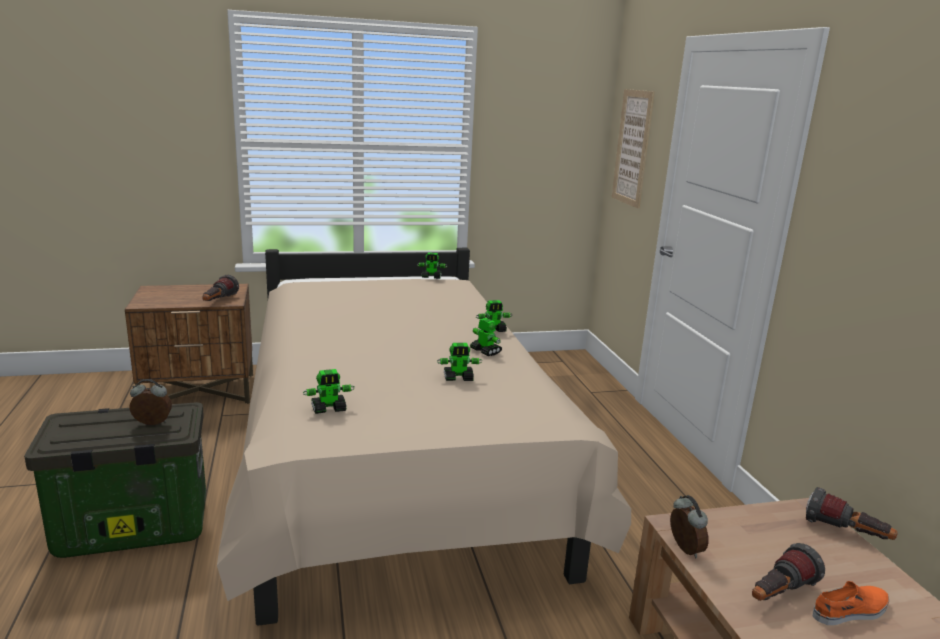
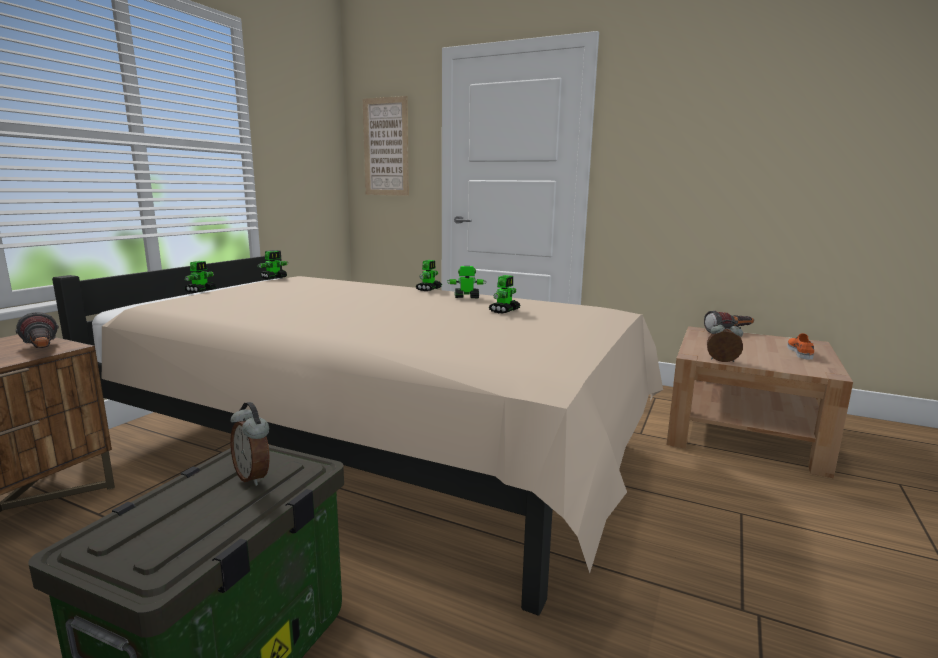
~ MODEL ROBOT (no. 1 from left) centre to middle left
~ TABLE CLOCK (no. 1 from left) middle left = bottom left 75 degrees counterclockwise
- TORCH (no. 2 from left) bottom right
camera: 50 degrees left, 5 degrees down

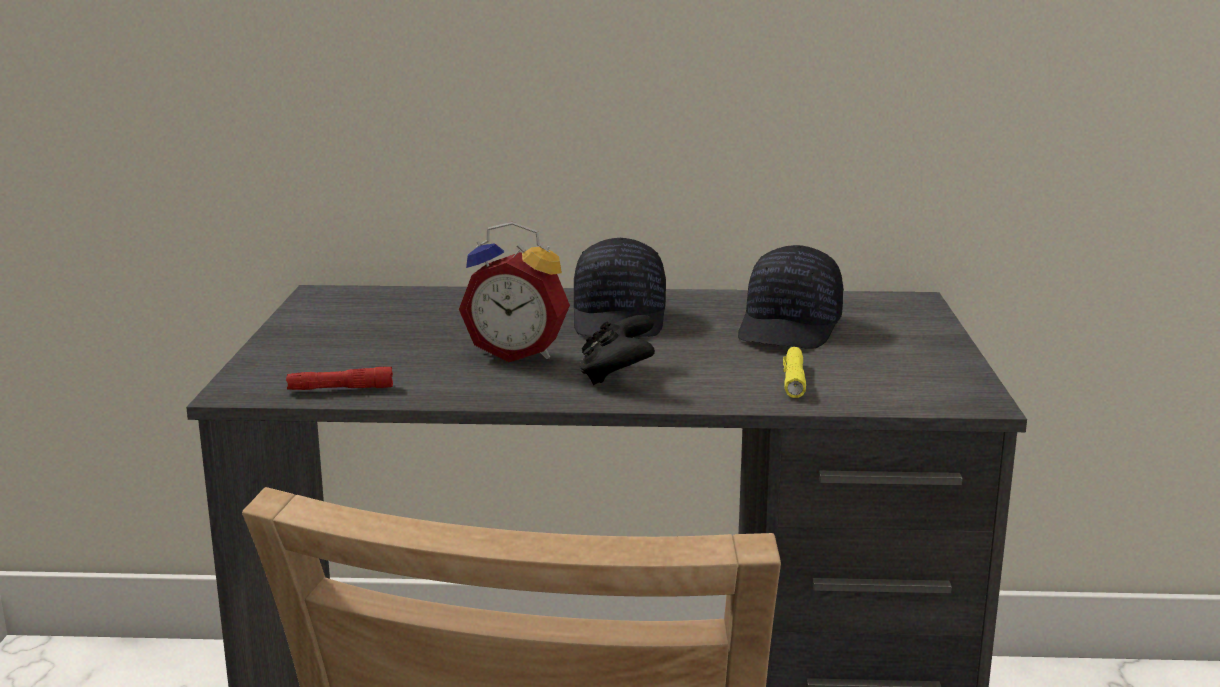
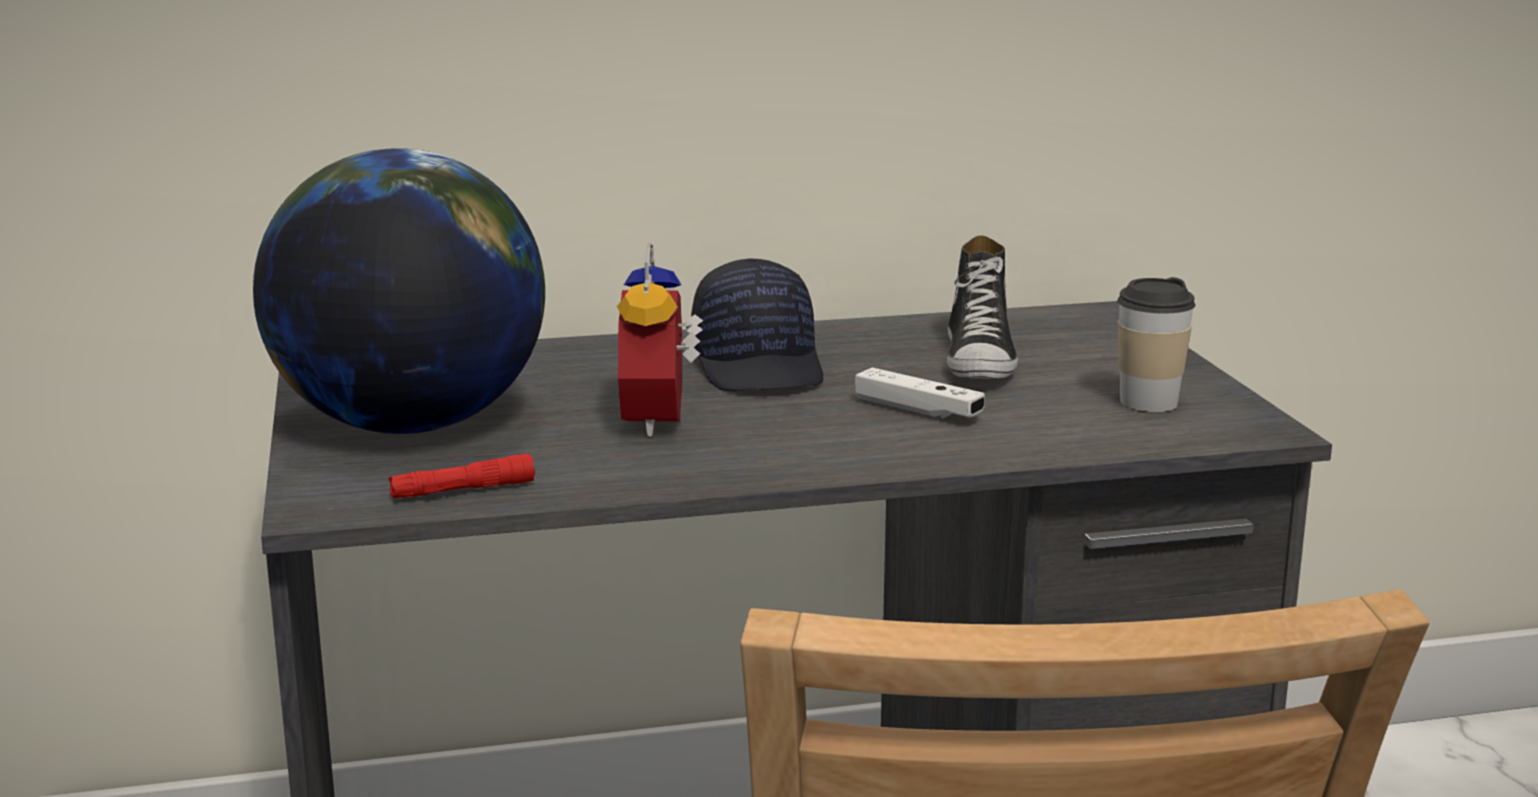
~ TABLE CLOCK centre = centre 90 degrees clockwise
~ BLACK CAP (no. 2 from left) centre to ITEM OF FOOTWEAR centre
- BLACK GAME CONTROLLER centre
- YELLOW TORCH centre
+ GLOBE middle left
+ SMALL CUP middle right
+ WHITE-COLOURED GAME CONTROLLER centre
camera: 15 degrees left, 0 degrees up

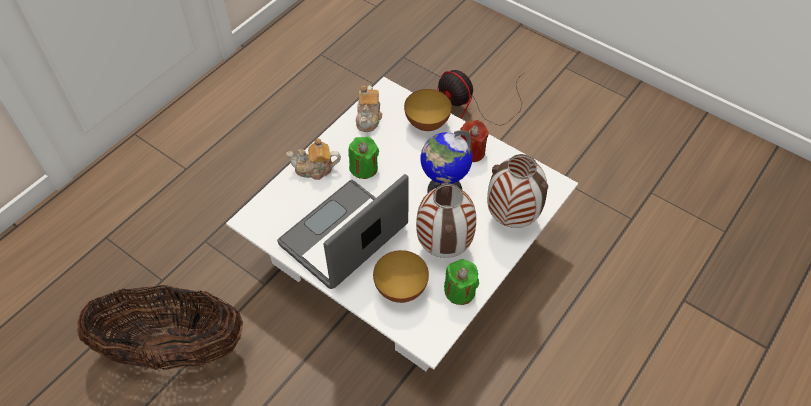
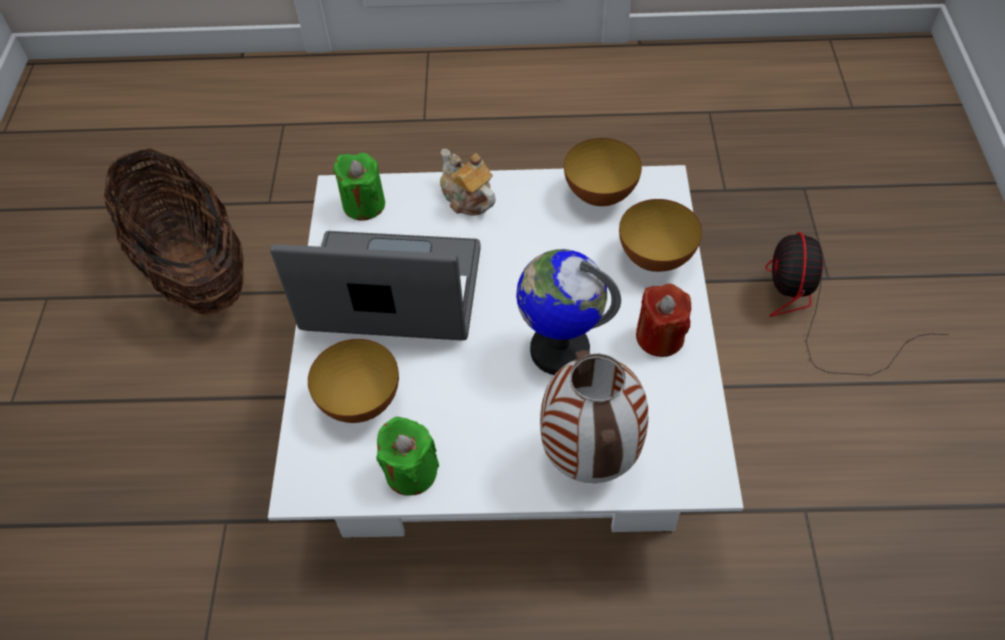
~ POT FOR TEA (no. 2 from left) top centre to BOWL (no. 2 from left) top centre
~ GREEN WAX LIGHT (no. 1 from left) centre to top centre
- DECORATIVE VASE (no. 1 from left) centre
camera: 55 degrees right, 0 degrees up

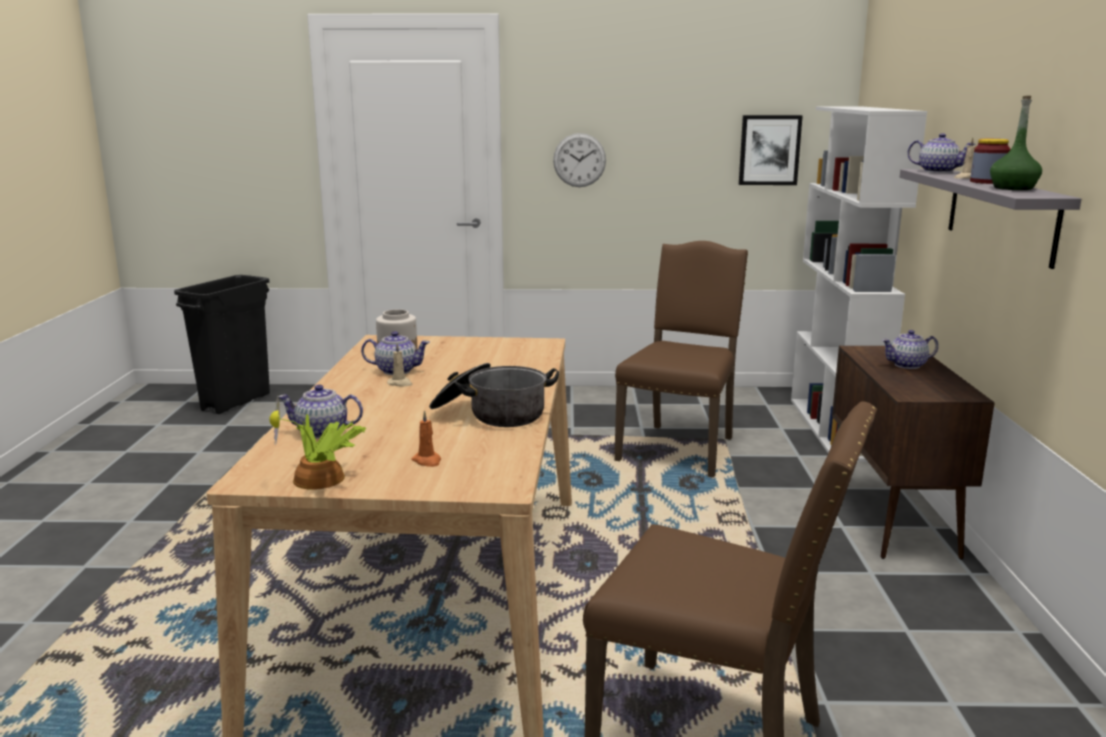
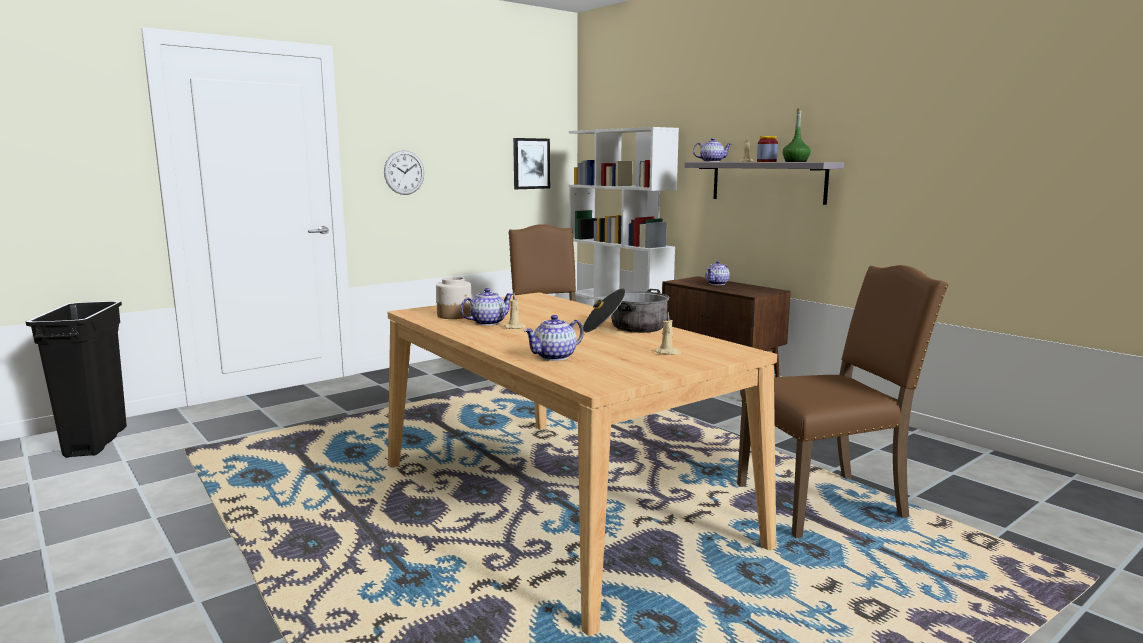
- HOUSEPLANT middle left
~ ORANGE WAX LIGHT centre to SAND-COLOURED WAX LIGHT (no. 2 from left) centre
camera: 40 degrees left, 5 degrees down

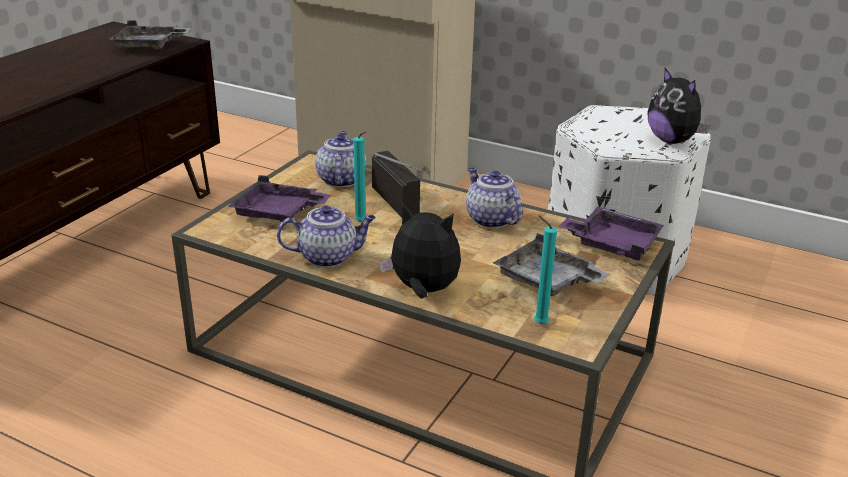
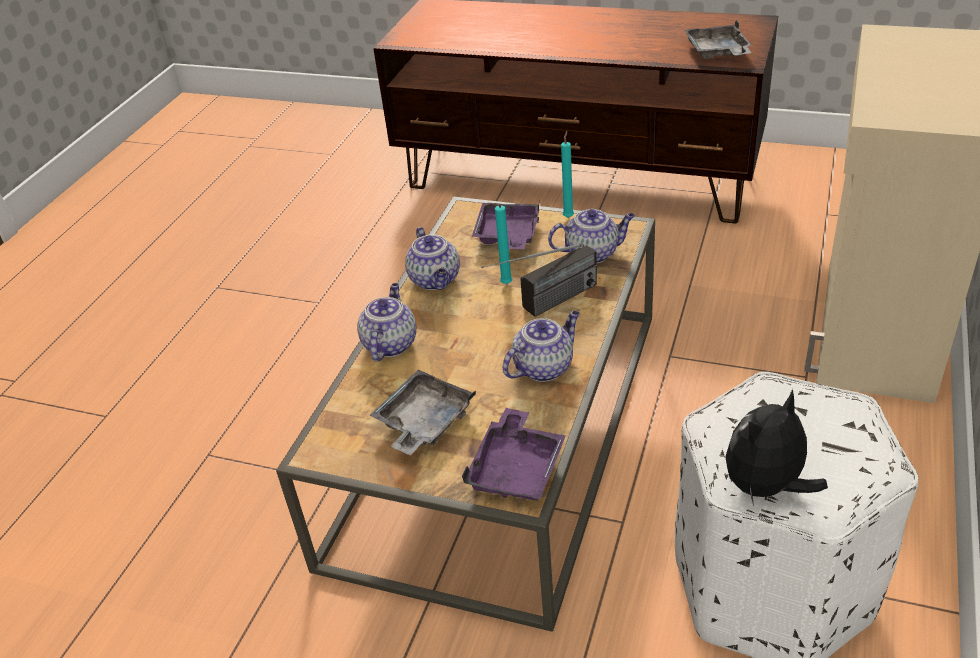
~ SOFT TOY (no. 1 from left) centre to POT FOR TEA (no. 1 from left) centre
~ BLUE-GREEN WAX LIGHT (no. 2 from left) centre to top centre
camera: 85 degrees right, 10 degrees up

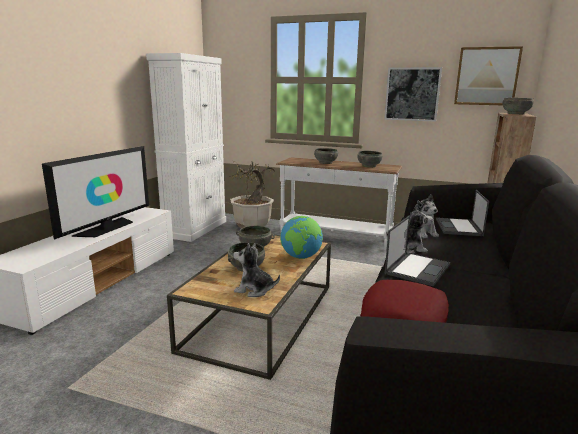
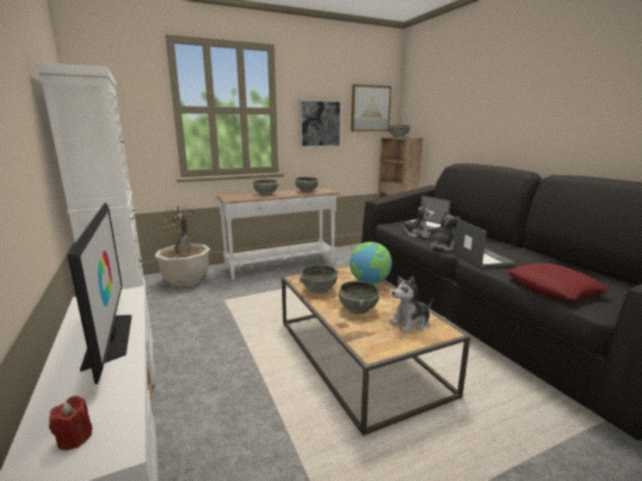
+ RED WAX LIGHT bottom left
camera: 45 degrees left, 0 degrees up

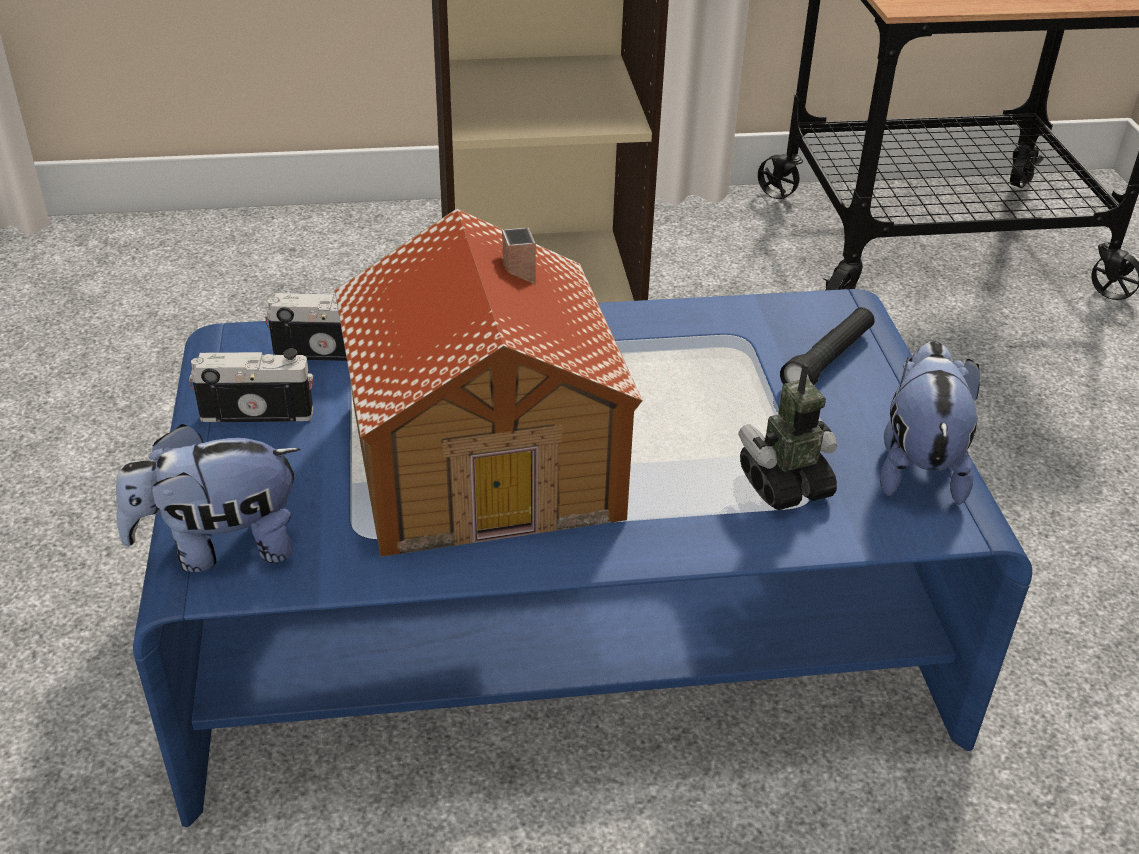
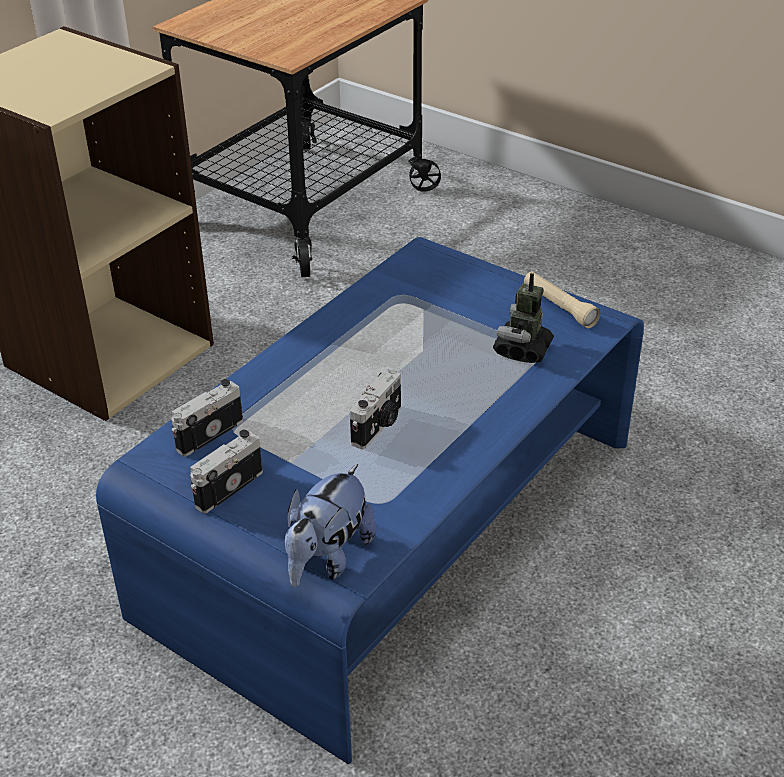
~ MODEL HOUSE centre to PHOTO CAMERA (no. 3 from left) centre
- BLACK TORCH middle right
~ SOFT TOY (no. 2 from left) middle right to SAND-COLOURED TORCH middle right
camera: 45 degrees left, 0 degrees up

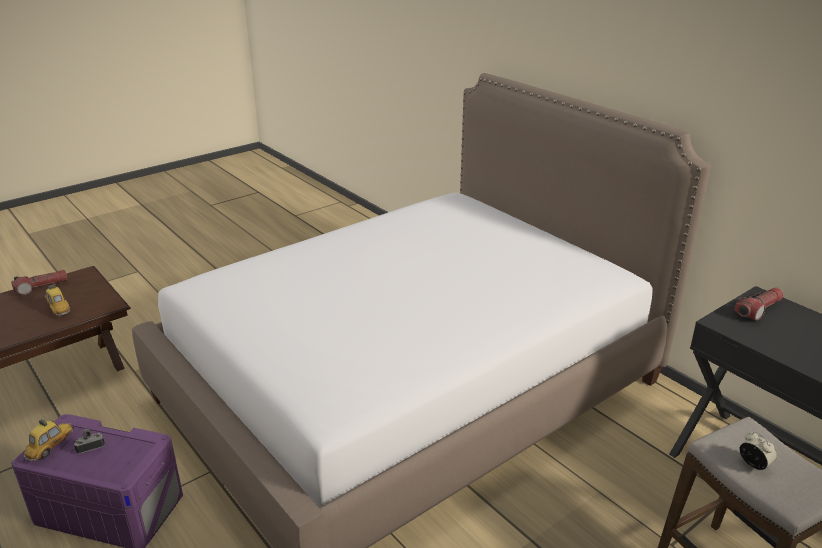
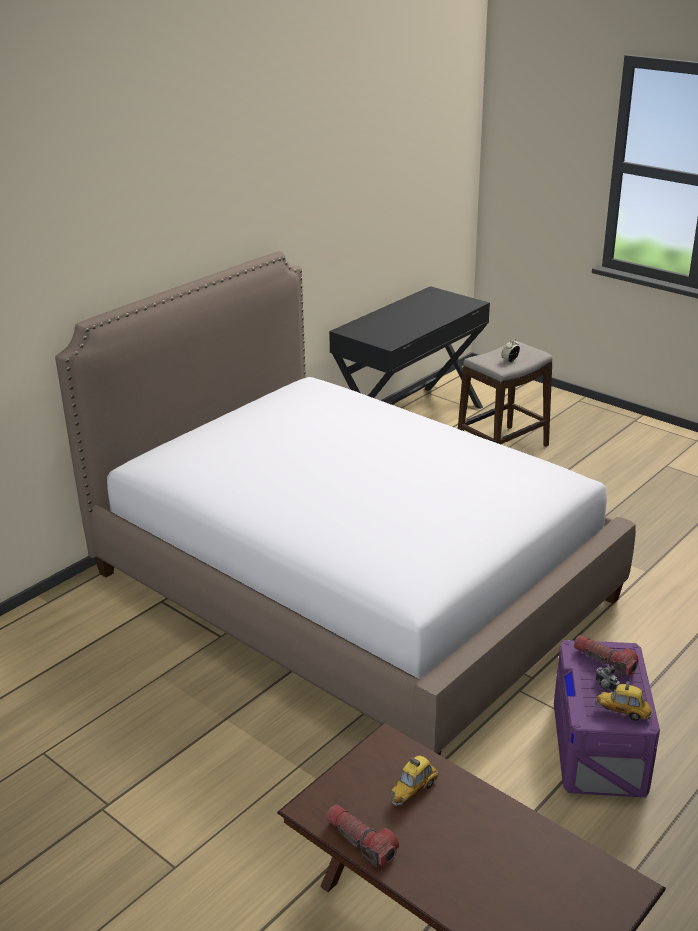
~ TORCH (no. 2 from left) middle right to bottom right
camera: 100 degrees left, 0 degrees up

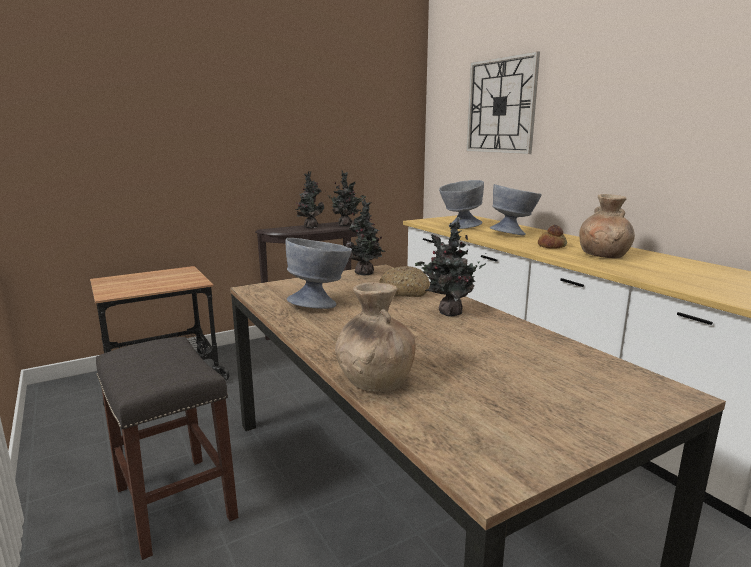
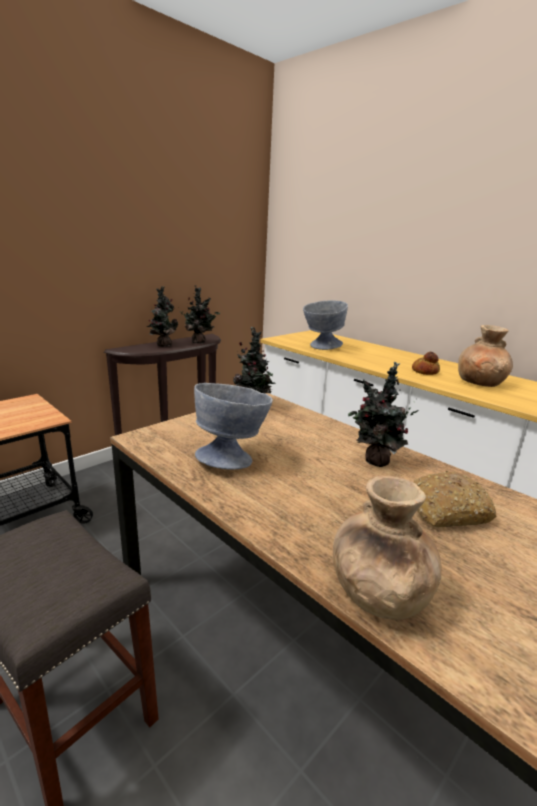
- HANGING CLOCK top right
- GRAY BOWL (no. 3 from left) middle right
~ BAKERY BREAD (no. 1 from left in the first image) centre to BAKERY BREAD (no. 2 from left) middle right
camera: 15 degrees left, 5 degrees up

